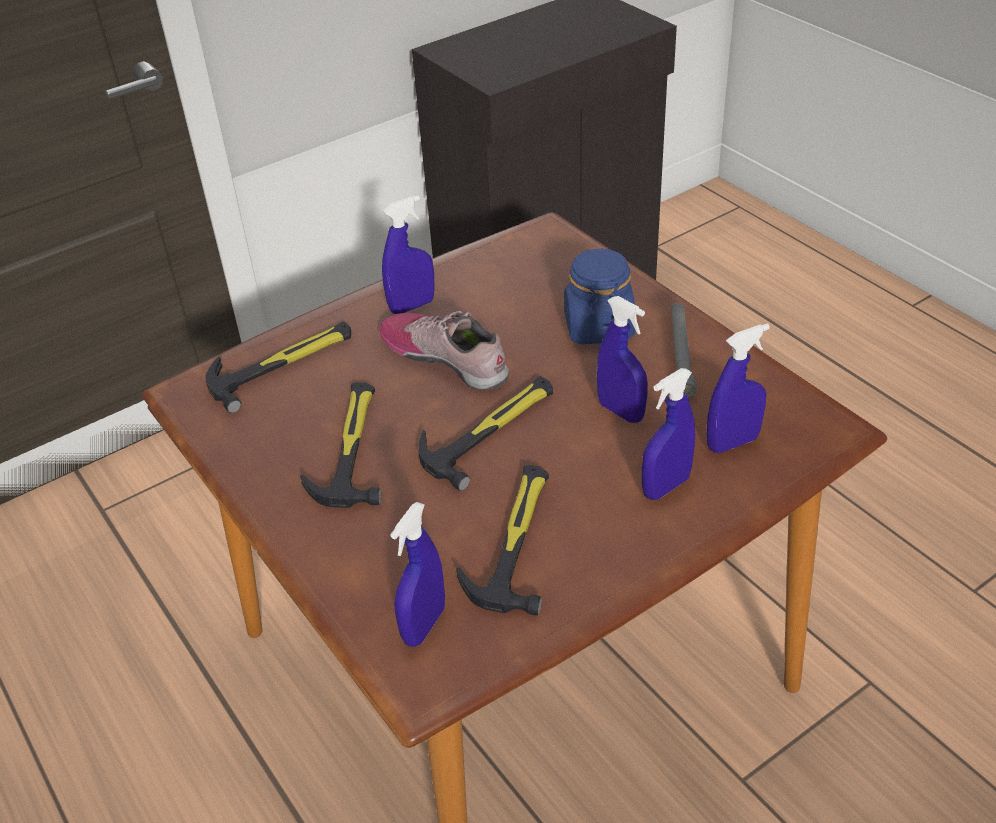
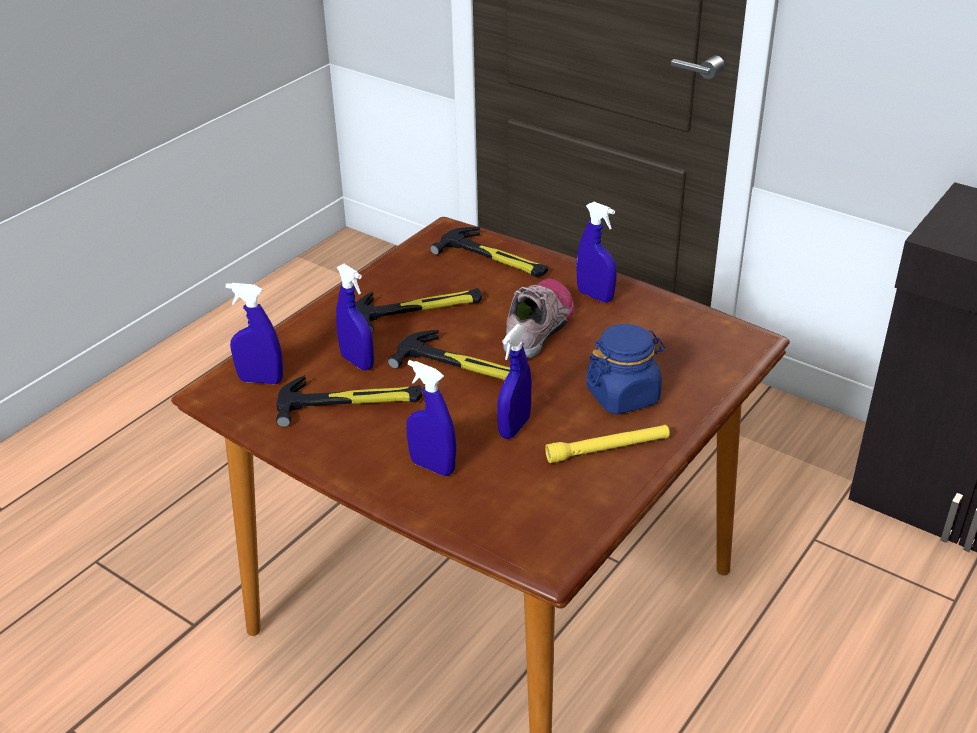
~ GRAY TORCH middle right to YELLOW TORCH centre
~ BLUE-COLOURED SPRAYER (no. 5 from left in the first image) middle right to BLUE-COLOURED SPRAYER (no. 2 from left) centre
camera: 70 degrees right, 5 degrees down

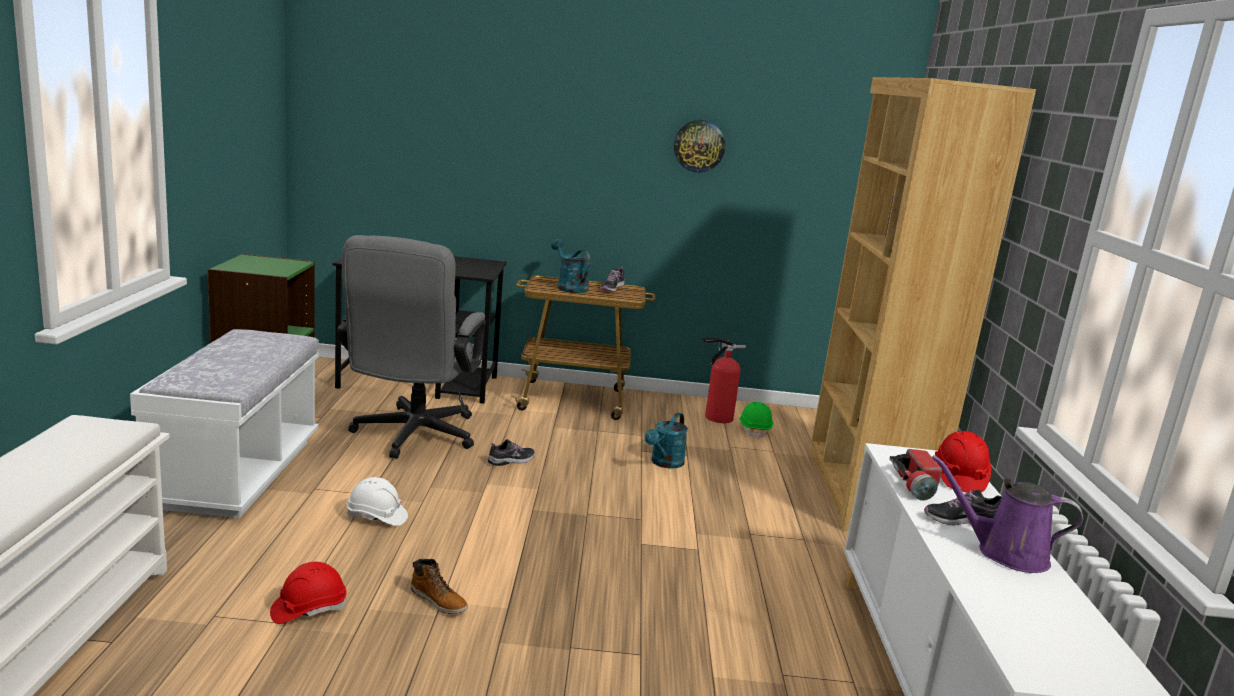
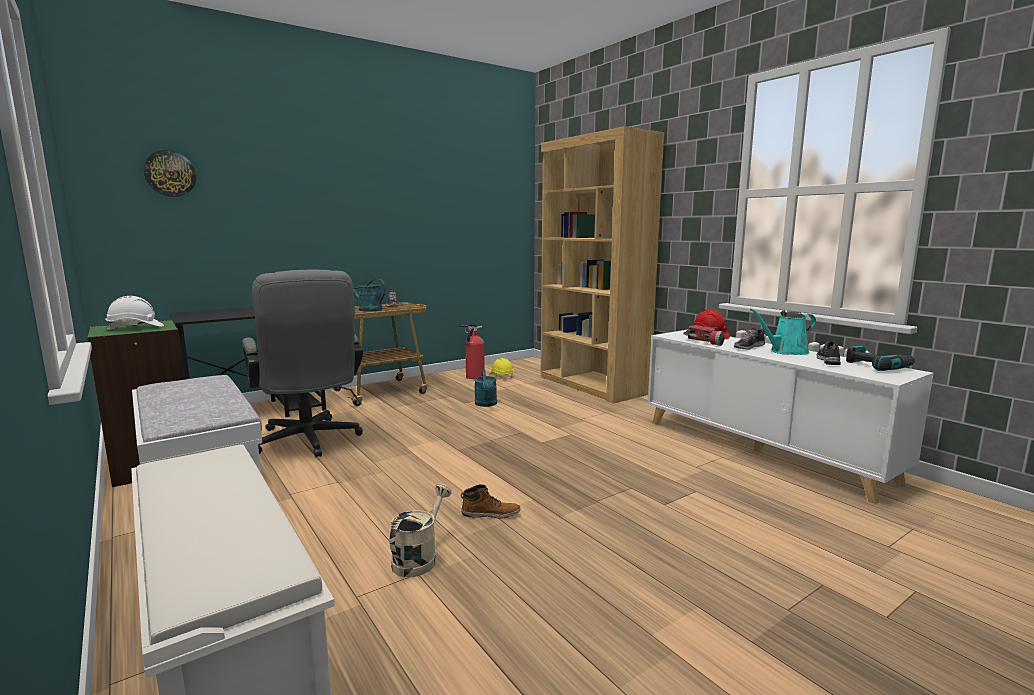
~ HANGING CLOCK top centre to top left
~ GREEN SAFETY HELMET centre to YELLOW SAFETY HELMET centre
~ ITEM OF FOOTWEAR (no. 1 from left in the first image) centre to ITEM OF FOOTWEAR (no. 3 from left) middle right
~ PURPLE WATERING POT bottom right to BLUE-GREEN WATERING POT (no. 3 from left) middle right
~ WHITE-COLOURED SAFETY HELMET bottom left to middle left
~ RED SAFETY HELMET (no. 1 from left) bottom left to SAND-COLOURED WATERING POT bottom centre
+ ELECTRIC DRILL middle right
camera: 35 degrees left, 5 degrees down

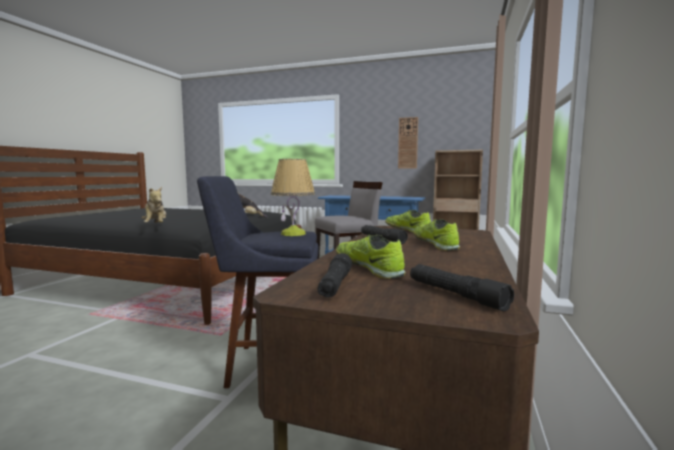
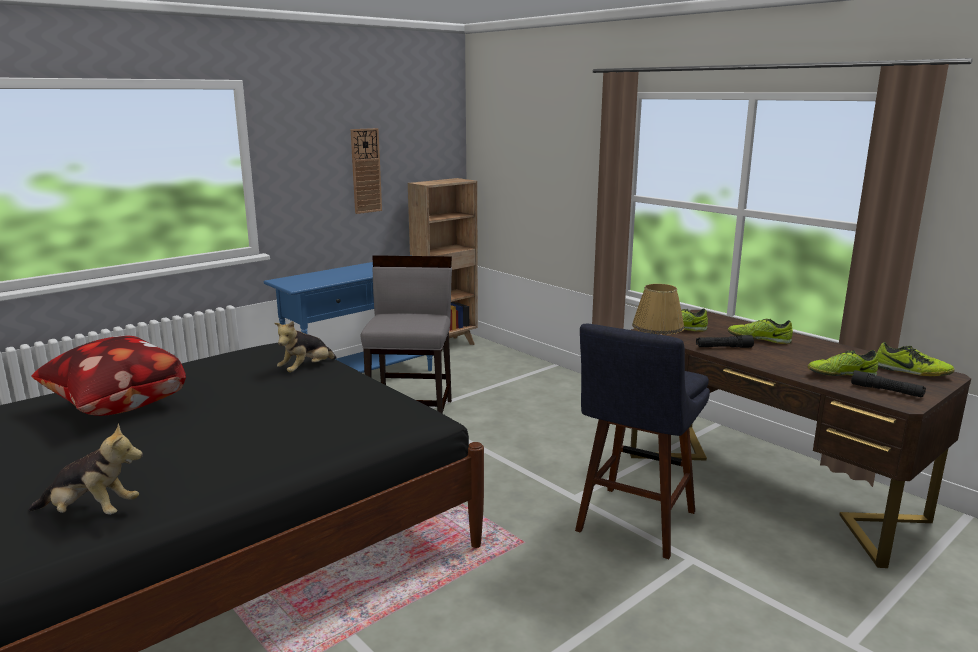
~ SOFT TOY (no. 1 from left) middle left to bottom left
~ BLACK TORCH (no. 3 from left) middle right to ITEM OF FOOTWEAR (no. 4 from left) middle right
+ PILLOW middle left
camera: 60 degrees left, 10 degrees up

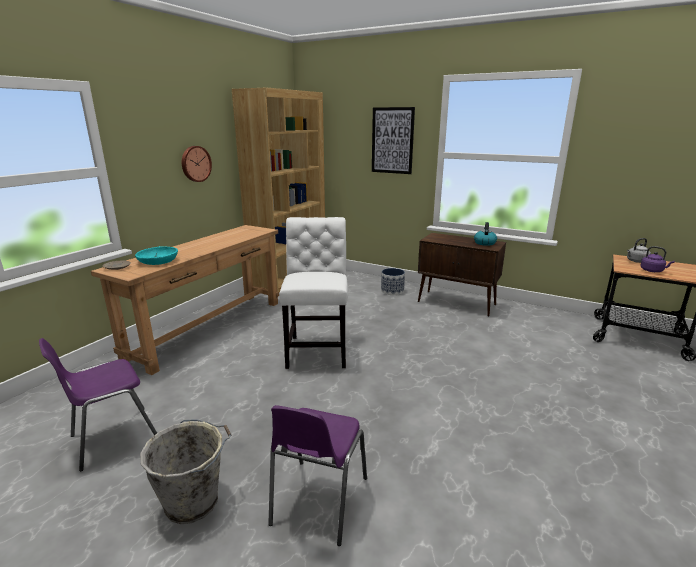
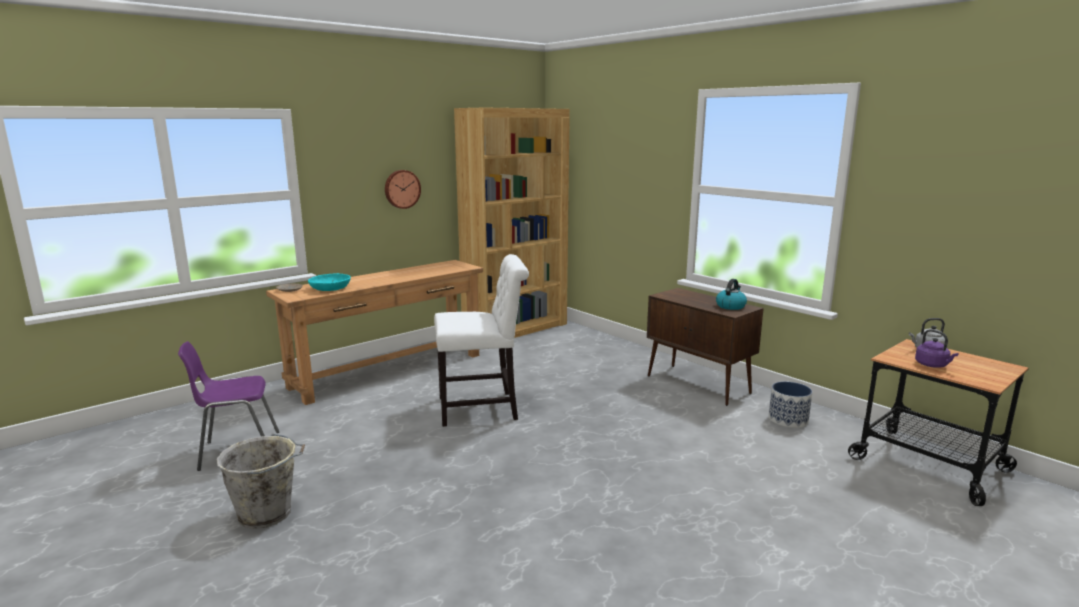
- PICTURE top centre
~ WHITE-COLOURED UPRIGHT CHAIR centre = centre 60 degrees clockwise
~ PLANTER centre to middle right
- PURPLE UPRIGHT CHAIR (no. 2 from left) bottom centre
camera: 20 degrees right, 5 degrees down

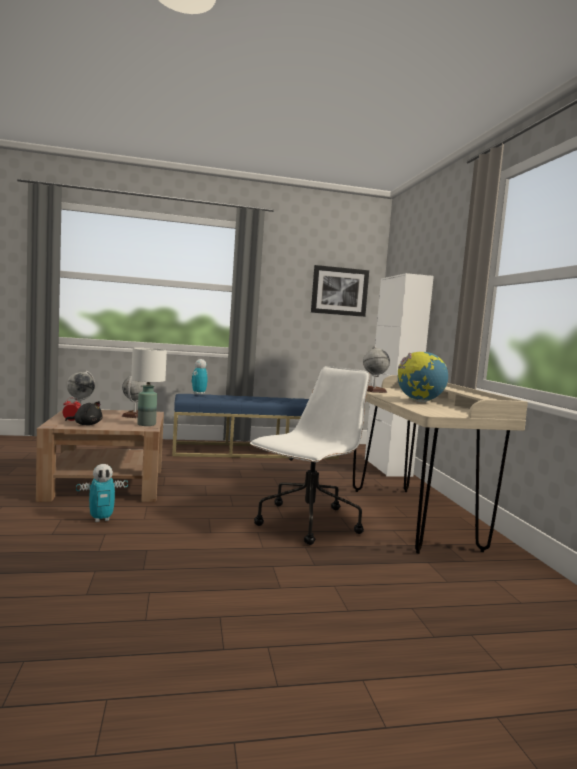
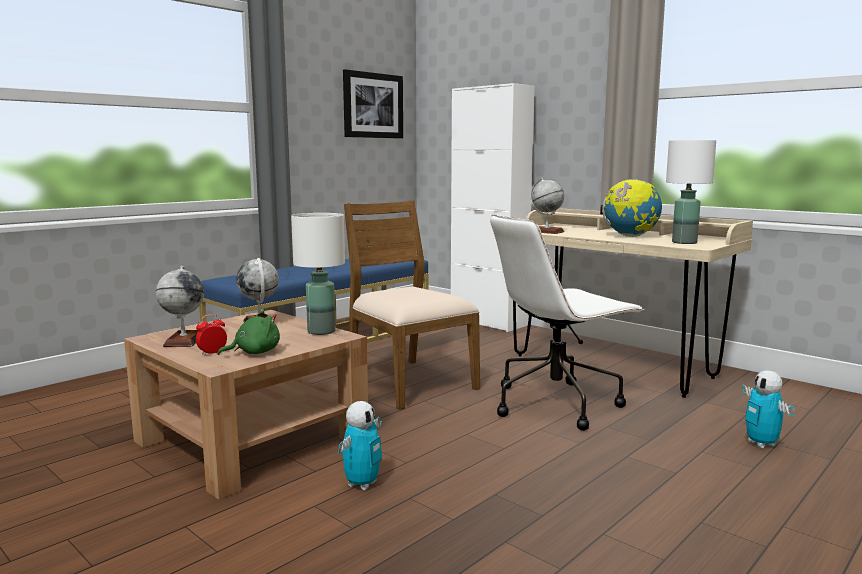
~ MODEL ROBOT (no. 2 from left) centre to bottom right
~ WHITE-COLOURED OFFICE CHAIR centre = centre 120 degrees counterclockwise
~ BLACK SOFT TOY middle left to GREEN SOFT TOY middle left
+ WHITE-COLOURED LAMP FOR A TABLE (no. 2 from left) middle right
+ BROWNISH UPRIGHT CHAIR centre
camera: 35 degrees left, 5 degrees up

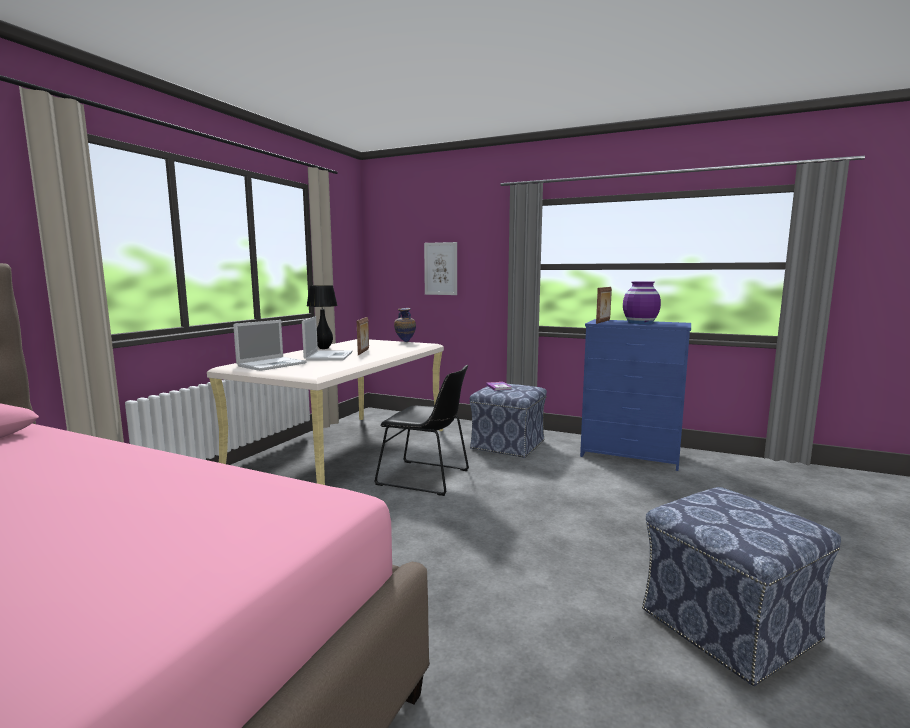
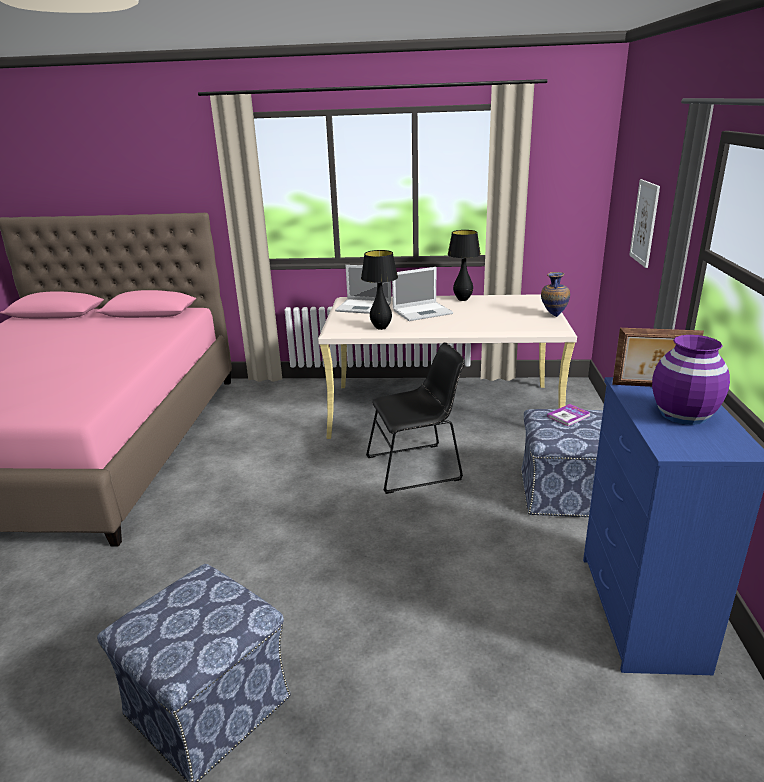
- STANDING FRAME (no. 1 from left) centre
~ BLACK UPRIGHT CHAIR centre = centre 105 degrees counterclockwise
+ BLACK LAMP FOR A TABLE (no. 1 from left) centre
camera: 70 degrees right, 15 degrees up

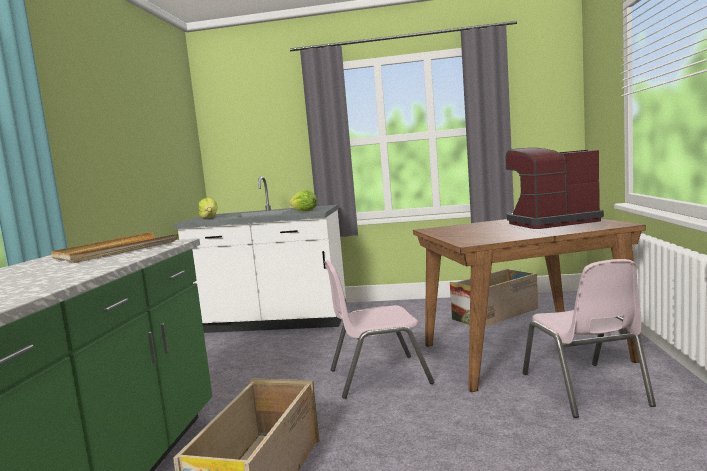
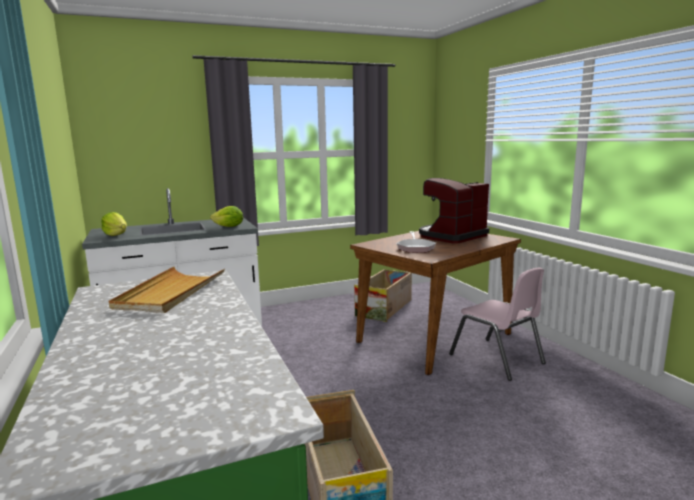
- PINK-COLOURED UPRIGHT CHAIR (no. 1 from left) bottom centre
+ SKILLET centre
camera: 30 degrees left, 5 degrees up

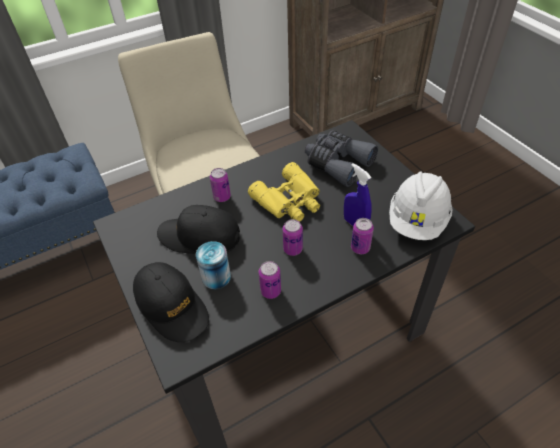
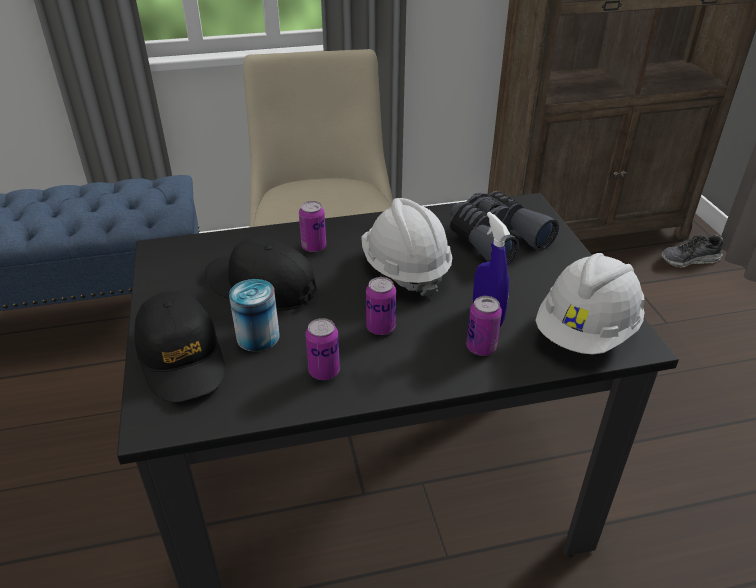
~ YELLOW PAIR OF BINOCULARS centre to WHITE-COLOURED SAFETY HELMET (no. 1 from left) centre
+ ITEM OF FOOTWEAR middle right
camera: 15 degrees right, 10 degrees down

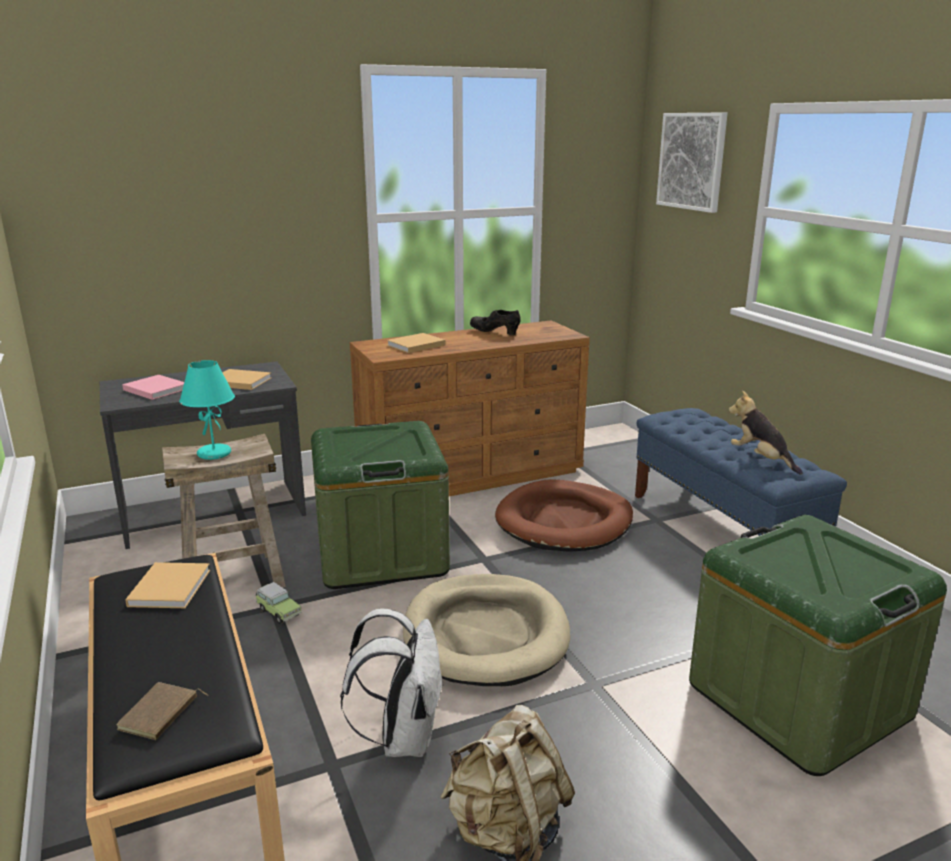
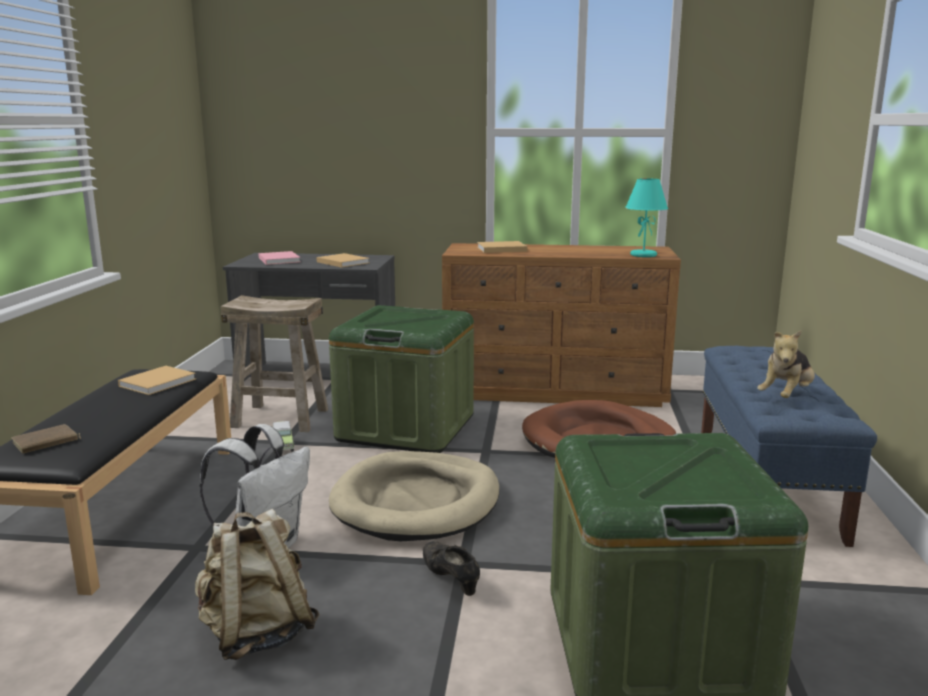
- PICTURE top right
~ BLACK ITEM OF FOOTWEAR centre to bottom centre
~ BLUE-GREEN LAMP FOR A TABLE middle left to top right
~ SOFT TOY middle right = middle right 135 degrees counterclockwise
camera: 30 degrees right, 5 degrees down

